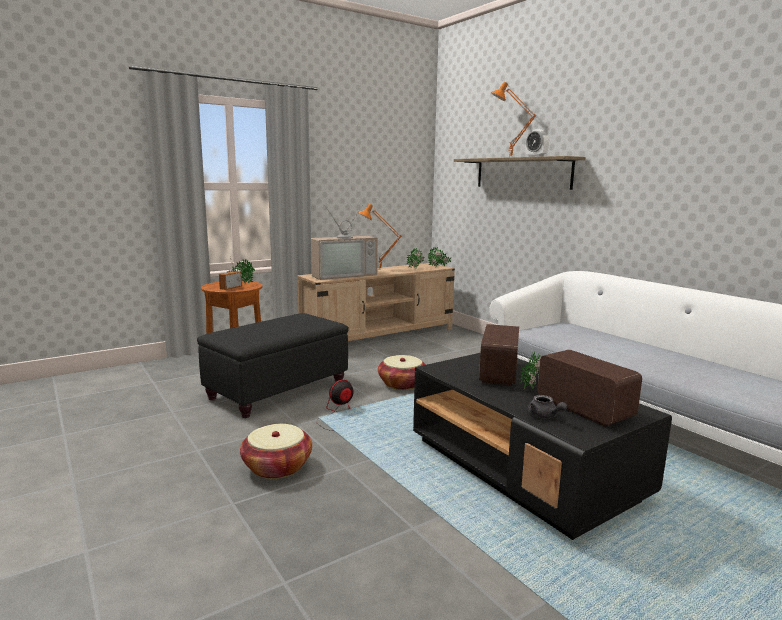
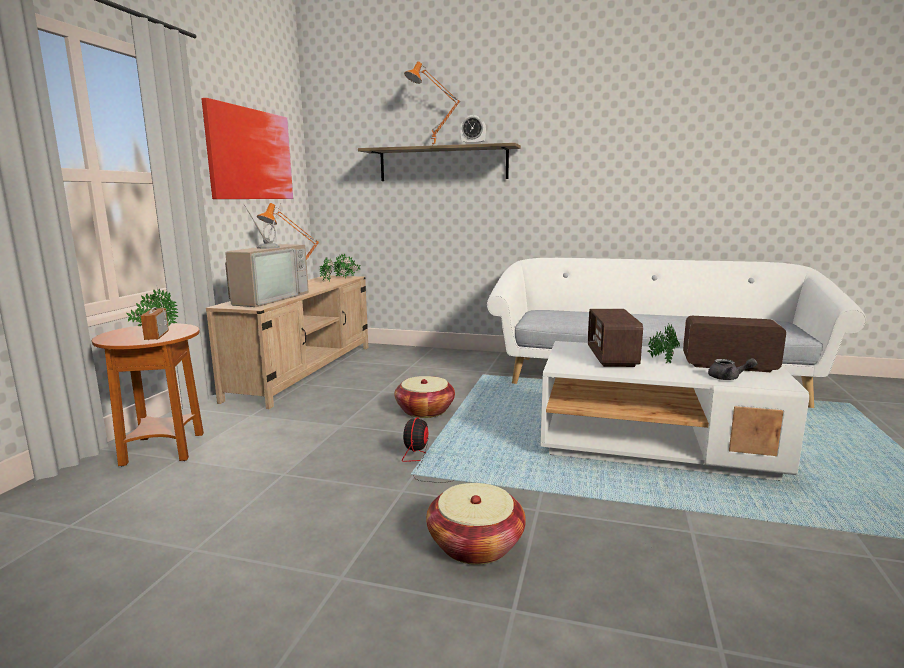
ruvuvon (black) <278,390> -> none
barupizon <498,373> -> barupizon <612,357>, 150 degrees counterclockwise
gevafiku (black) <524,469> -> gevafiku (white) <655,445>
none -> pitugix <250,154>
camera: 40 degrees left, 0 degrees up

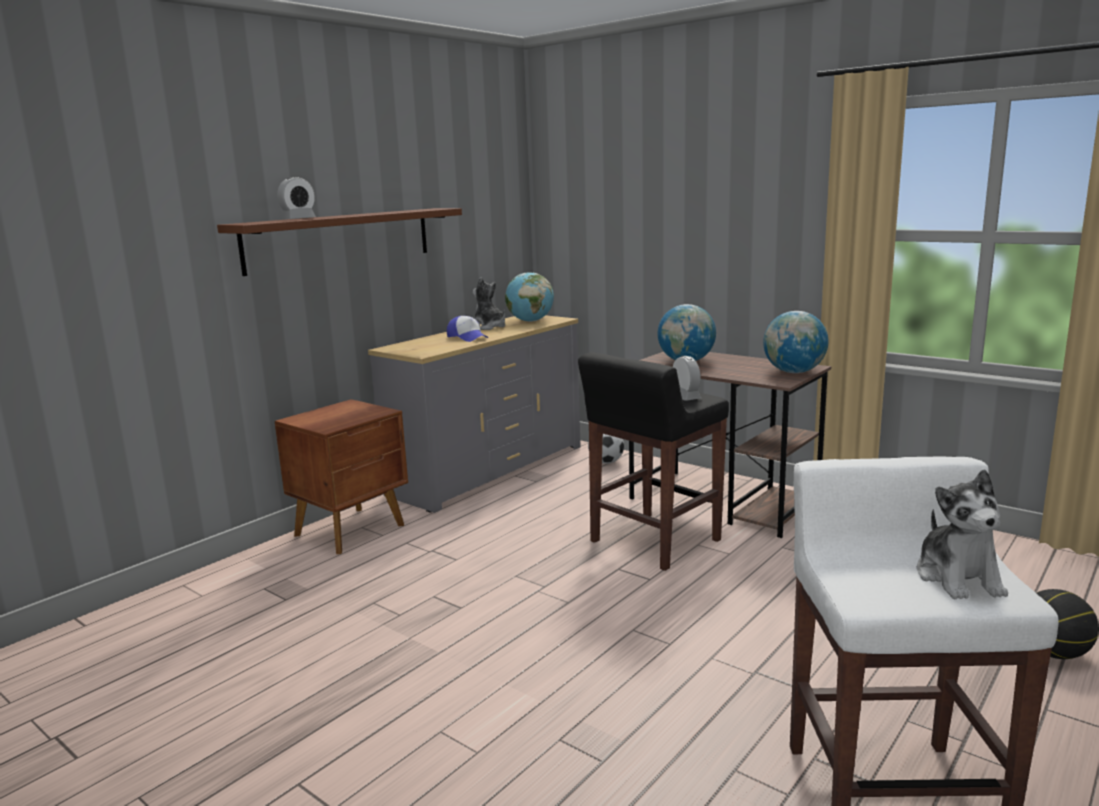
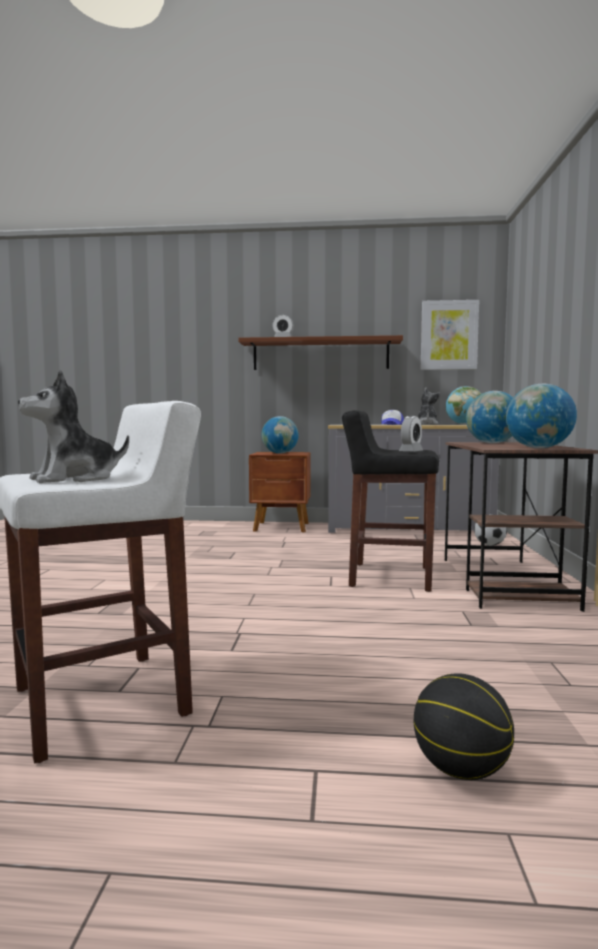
none -> pitugix <449,335>
none -> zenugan <280,453>
camera: 55 degrees right, 10 degrees down

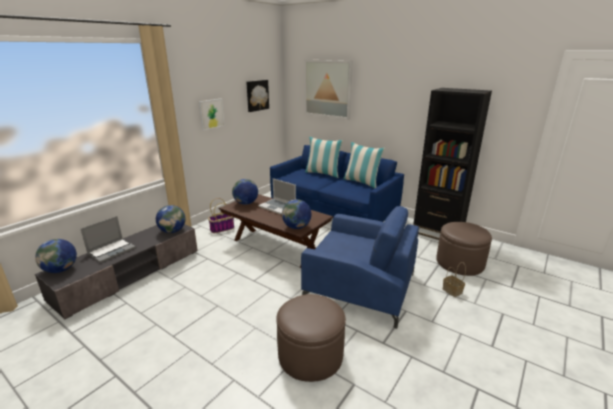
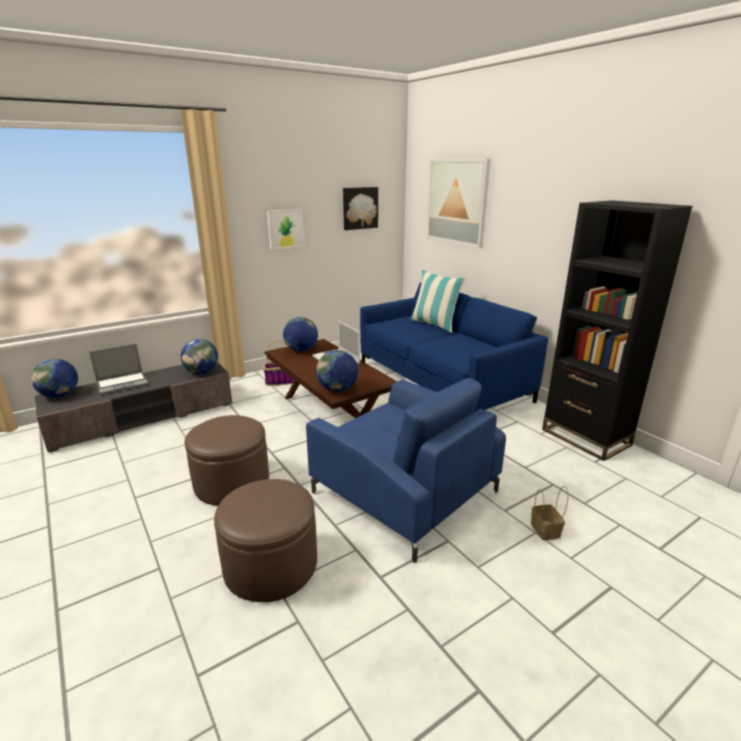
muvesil <361,182> -> none
ruvuvon (brown) <460,263> -> ruvuvon (brown) <232,482>, relocated
camera: 20 degrees right, 0 degrees up

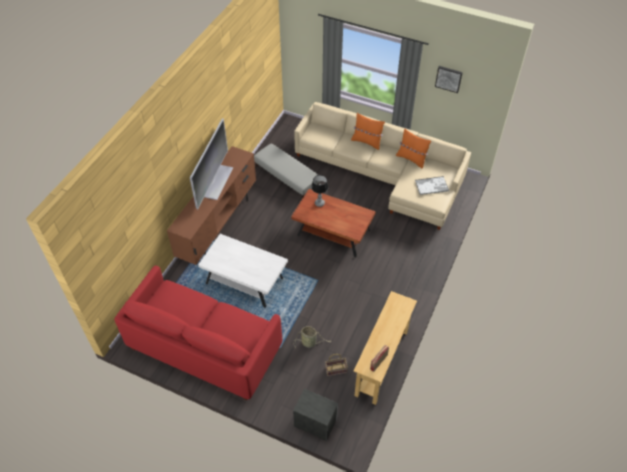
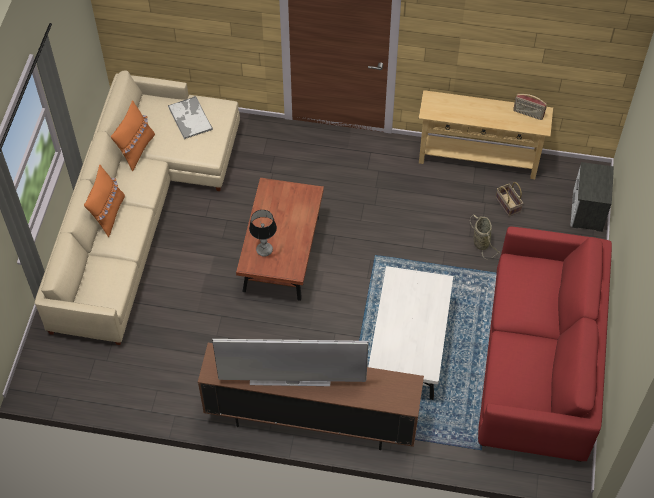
pitugix <448,78> -> none
ruvuvon (grey) <287,176> -> none
camera: 105 degrees left, 5 degrees up

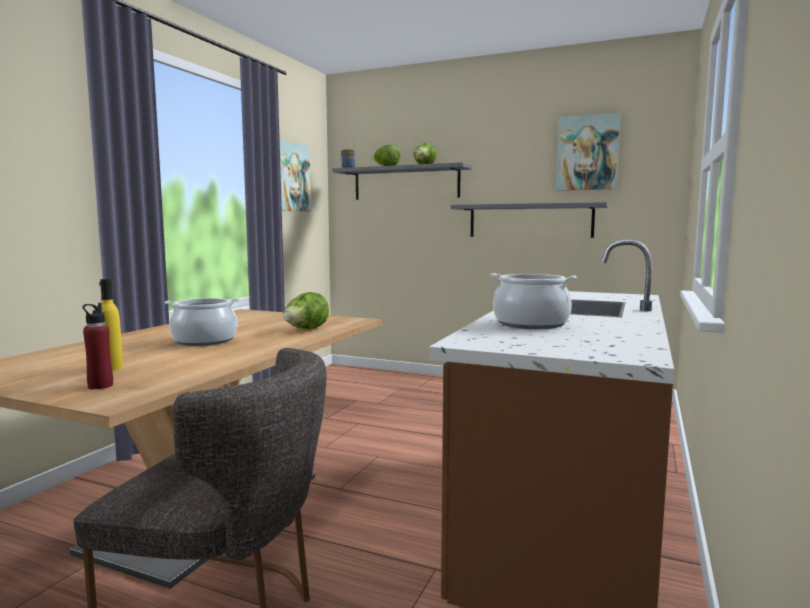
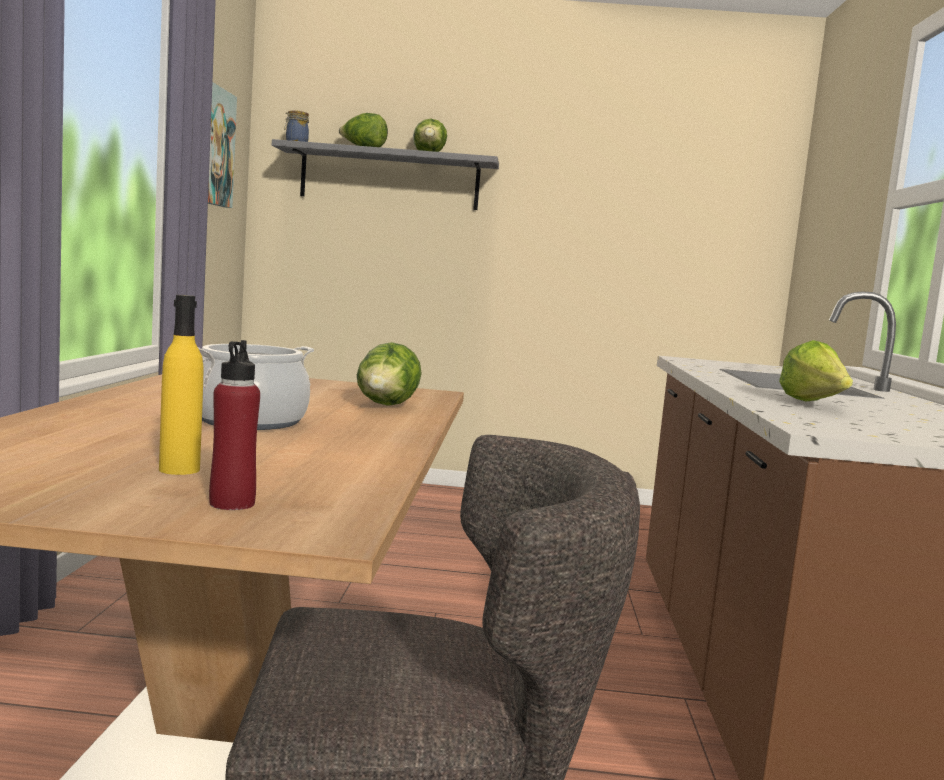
pitugix <587,153> -> none
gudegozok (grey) <530,221> -> none
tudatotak <530,324> -> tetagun <815,404>
camera: 20 degrees left, 0 degrees up

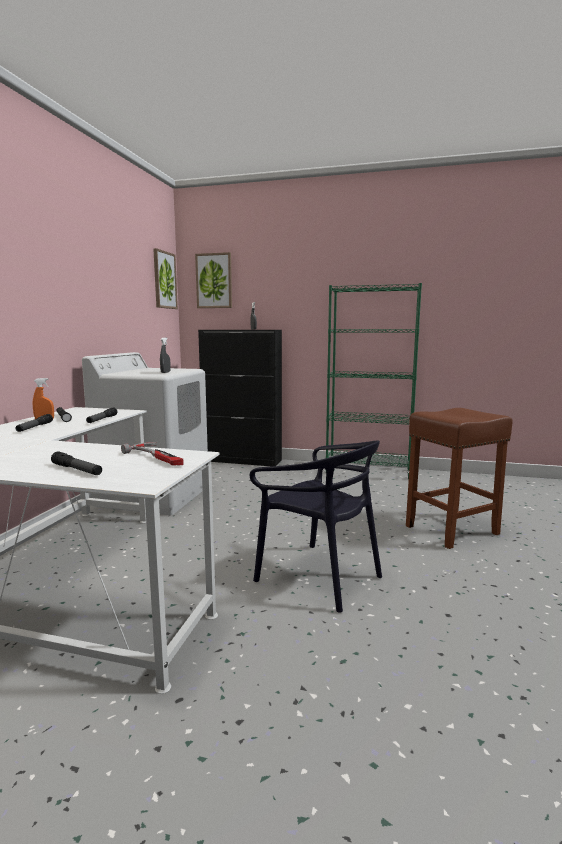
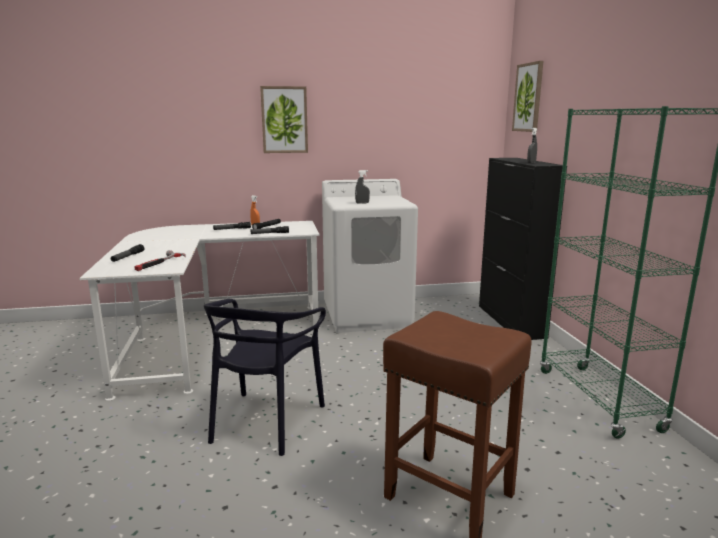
pitugix <164,280> -> pitugix <284,120>, relocated
camera: 65 degrees right, 5 degrees up

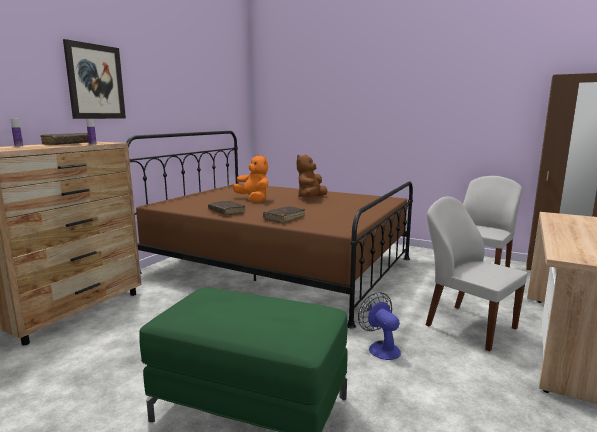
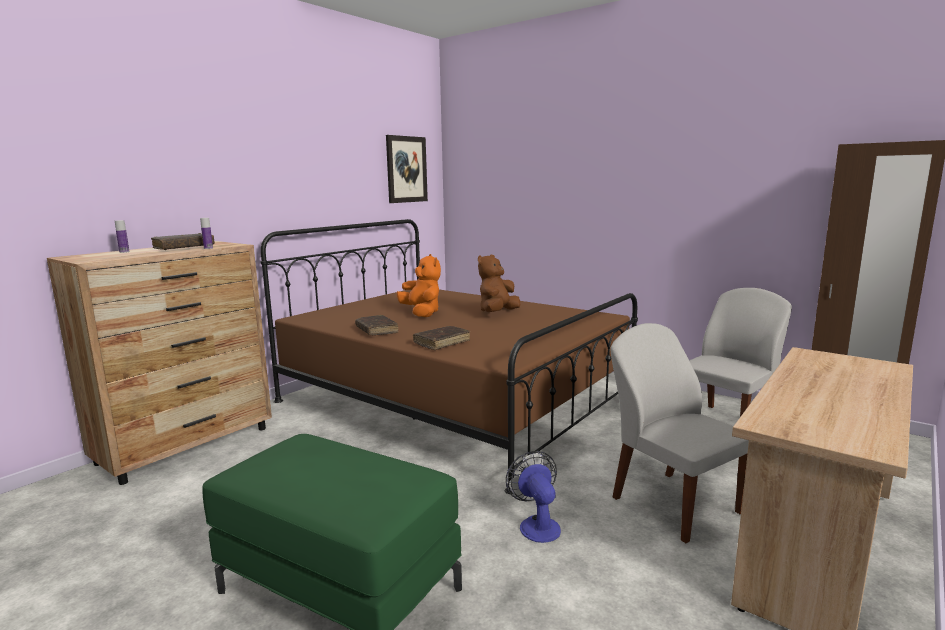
pitugix <95,82> -> pitugix <406,169>, relocated
camera: 10 degrees right, 0 degrees up

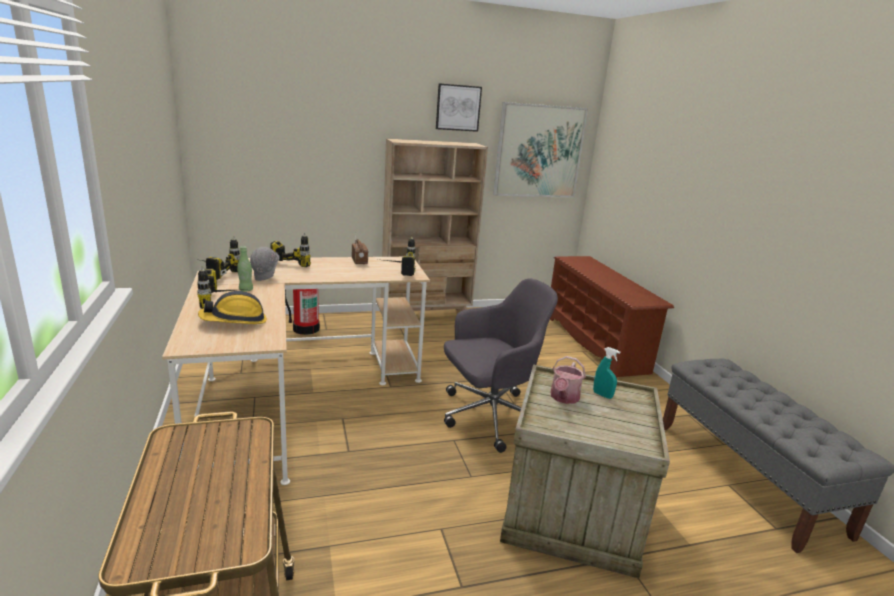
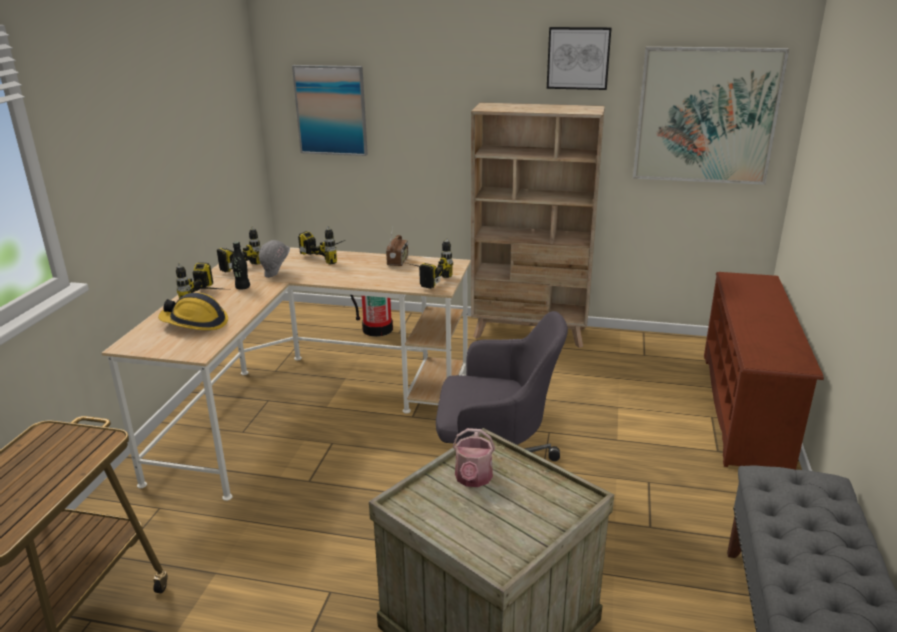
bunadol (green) <246,290> -> bunadol (black) <242,287>
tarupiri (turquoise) <602,395> -> none
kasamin <563,398> -> kasamin <473,479>, 45 degrees counterclockwise
none -> pitugix <331,110>
camera: 30 degrees right, 5 degrees up

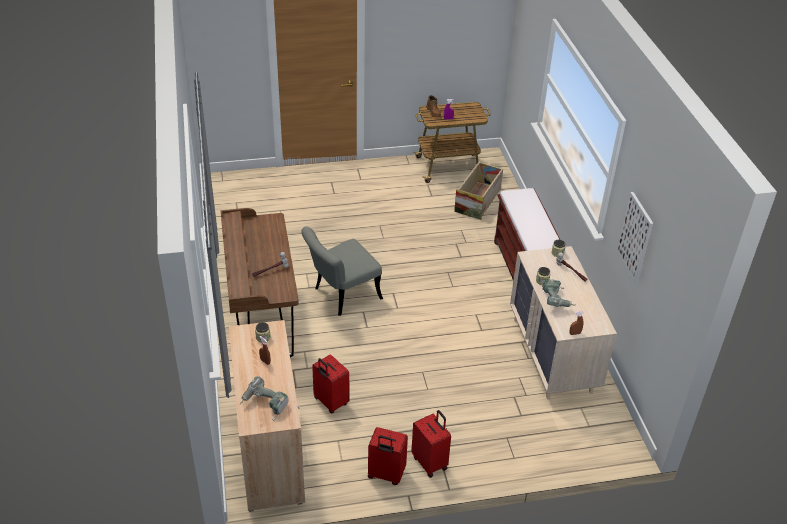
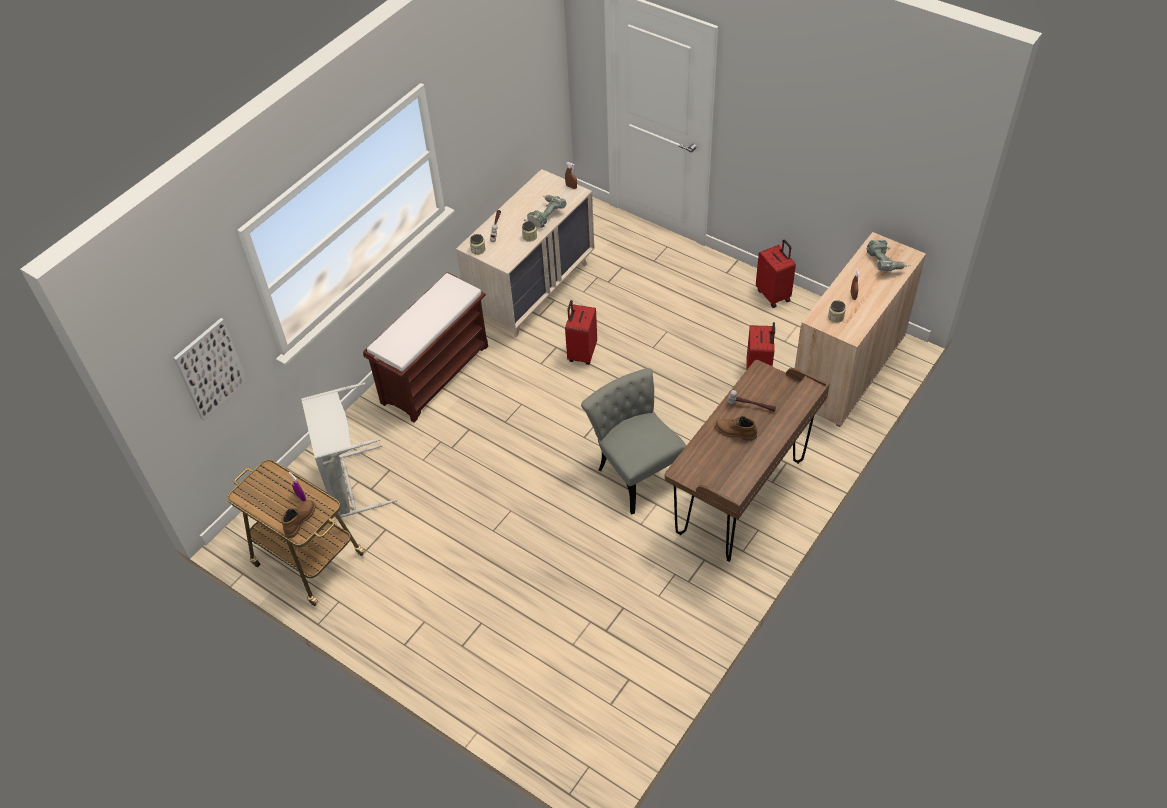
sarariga <478,200> -> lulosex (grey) <349,484>
pitugix <635,237> -> pitugix <210,369>, relocated
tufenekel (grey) <341,296> -> tufenekel (grey) <635,470>, 135 degrees counterclockwise
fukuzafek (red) <430,462> -> fukuzafek (red) <581,353>, relocated
none -> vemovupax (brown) <735,432>
camera: 130 degrees left, 10 degrees up

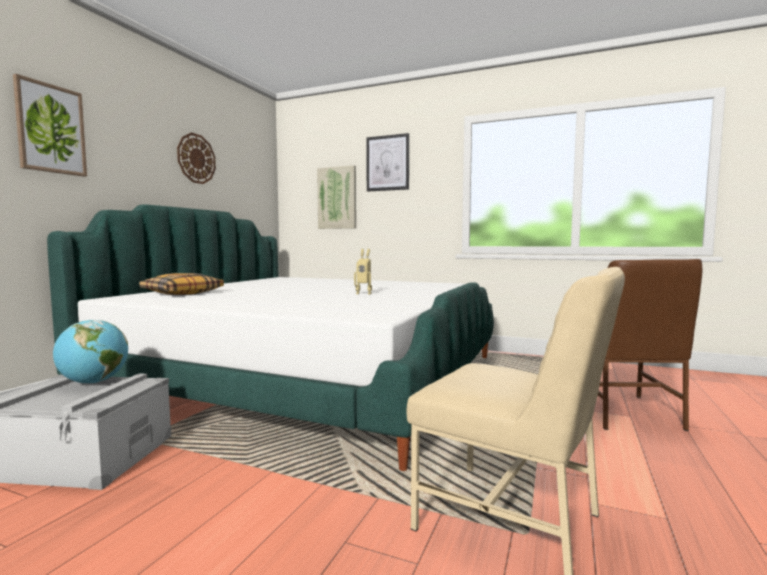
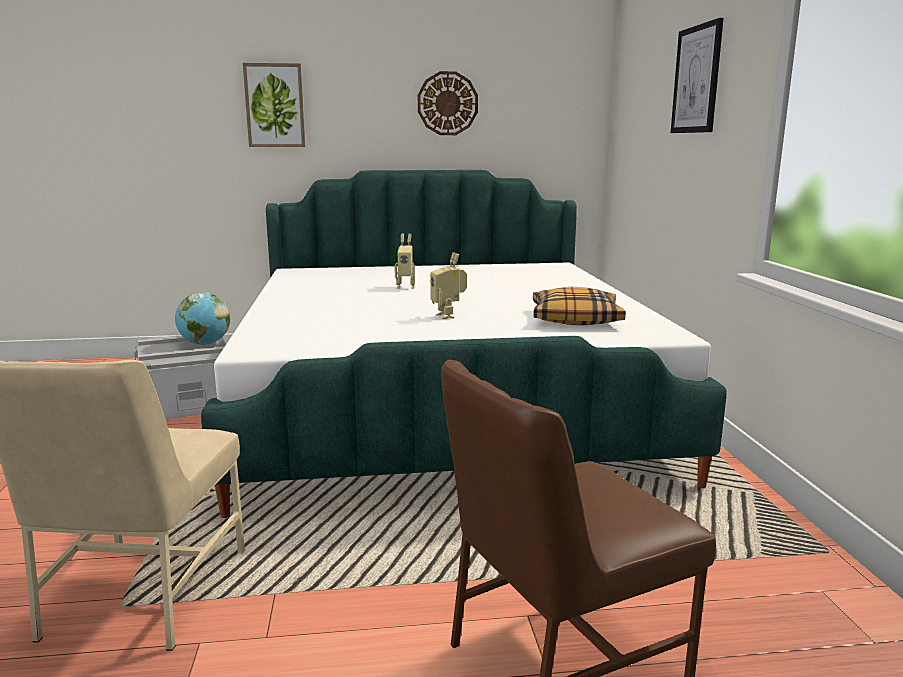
pitugix <337,198> -> none
muvesil <182,293> -> muvesil <575,318>, relocated
none -> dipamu <406,287>
camera: 60 degrees right, 10 degrees up

